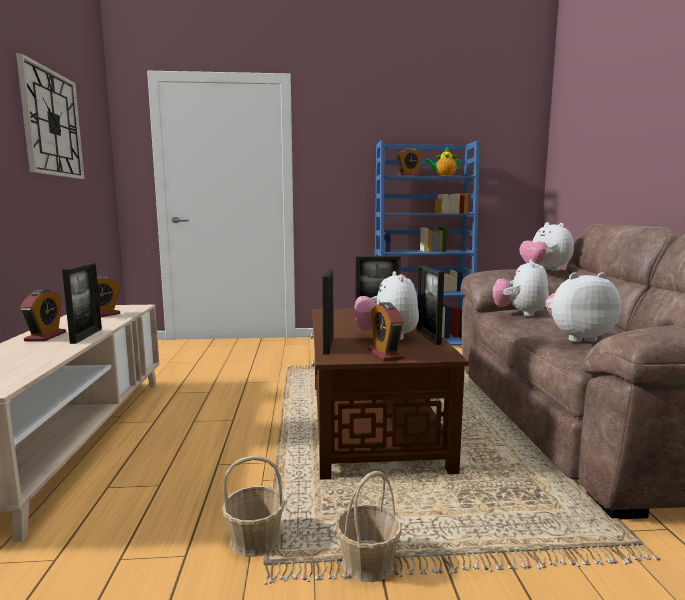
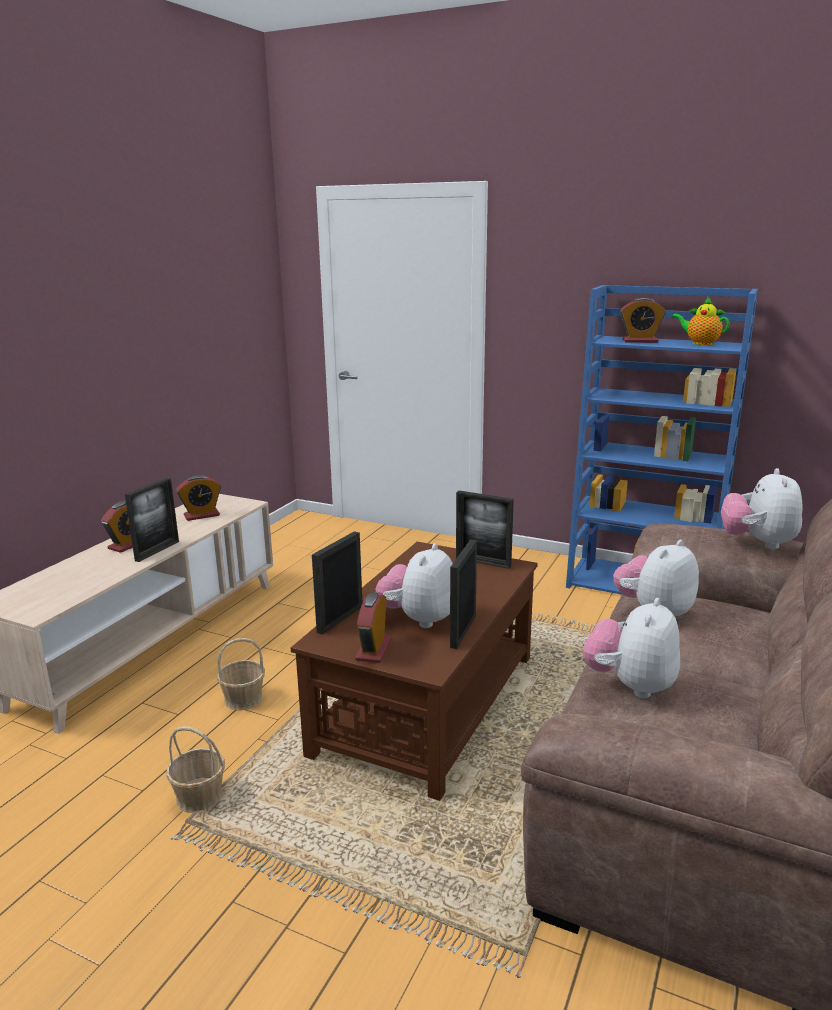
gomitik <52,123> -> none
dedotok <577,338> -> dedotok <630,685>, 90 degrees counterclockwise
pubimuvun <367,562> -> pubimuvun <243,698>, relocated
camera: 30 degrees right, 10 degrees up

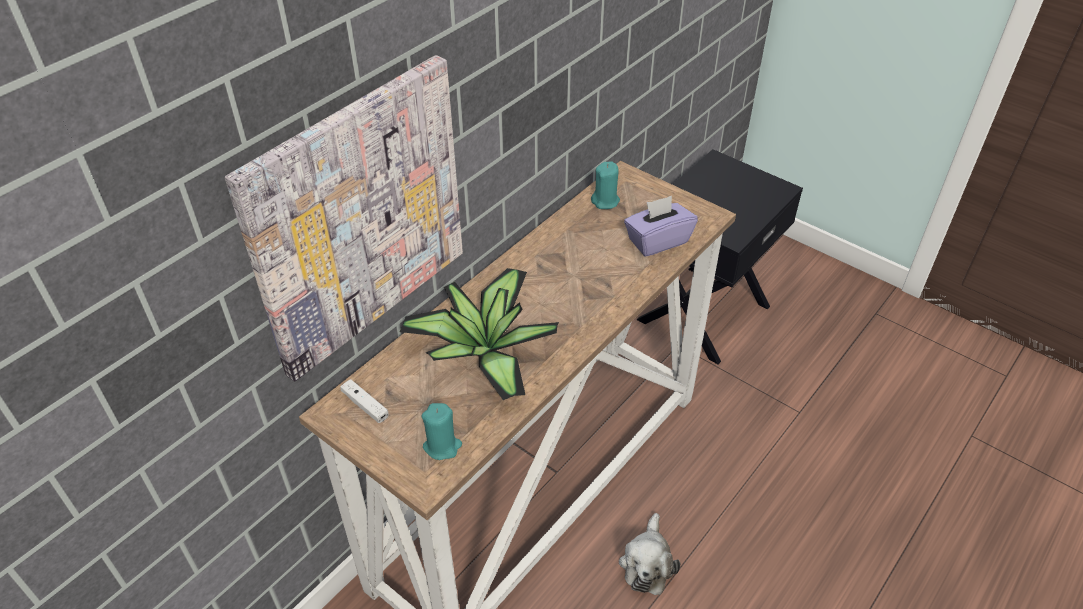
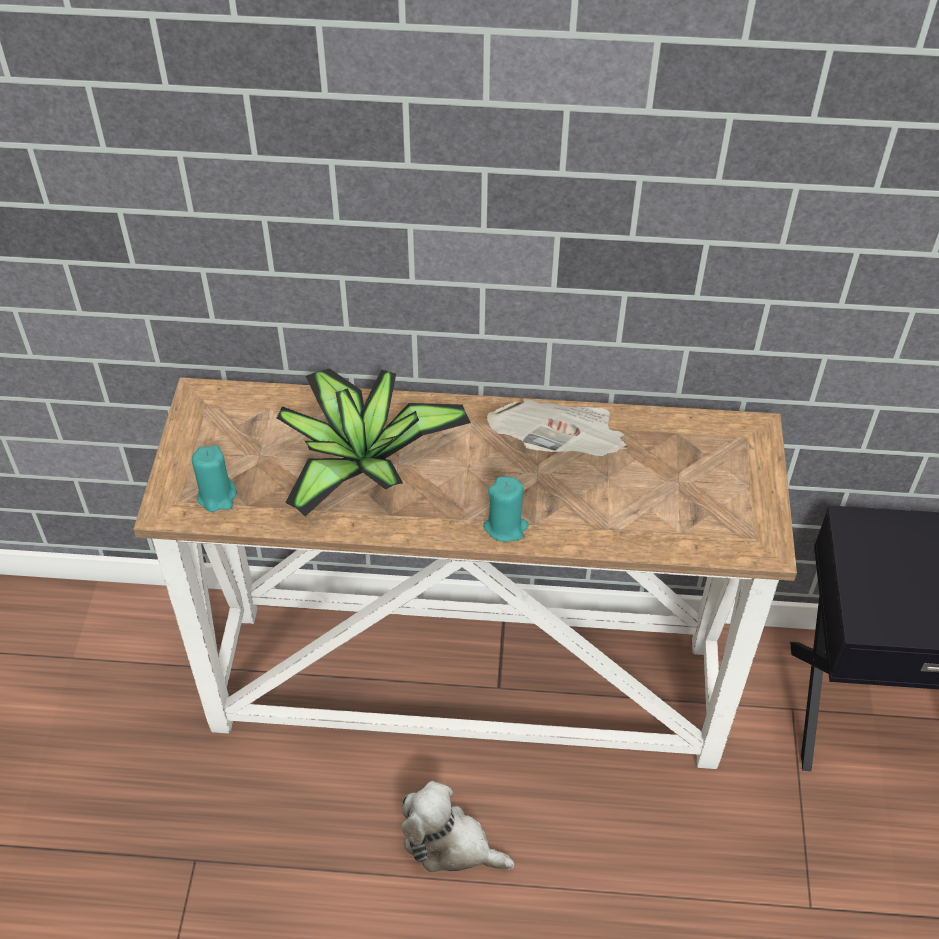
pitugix <358,218> -> none
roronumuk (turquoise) <605,201> -> roronumuk (turquoise) <505,527>, relocated
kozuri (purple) <657,241> -> none
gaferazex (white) <365,405> -> none
dedotok <647,563> -> dedotok <450,844>, 45 degrees clockwise
none -> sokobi <560,451>
camera: 55 degrees right, 5 degrees up

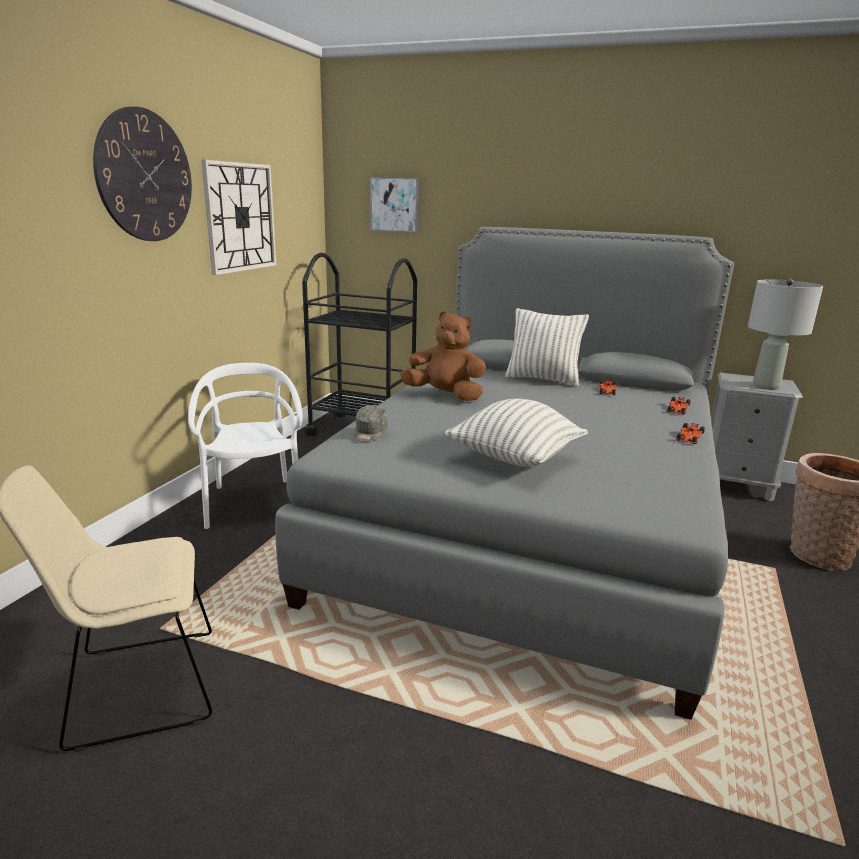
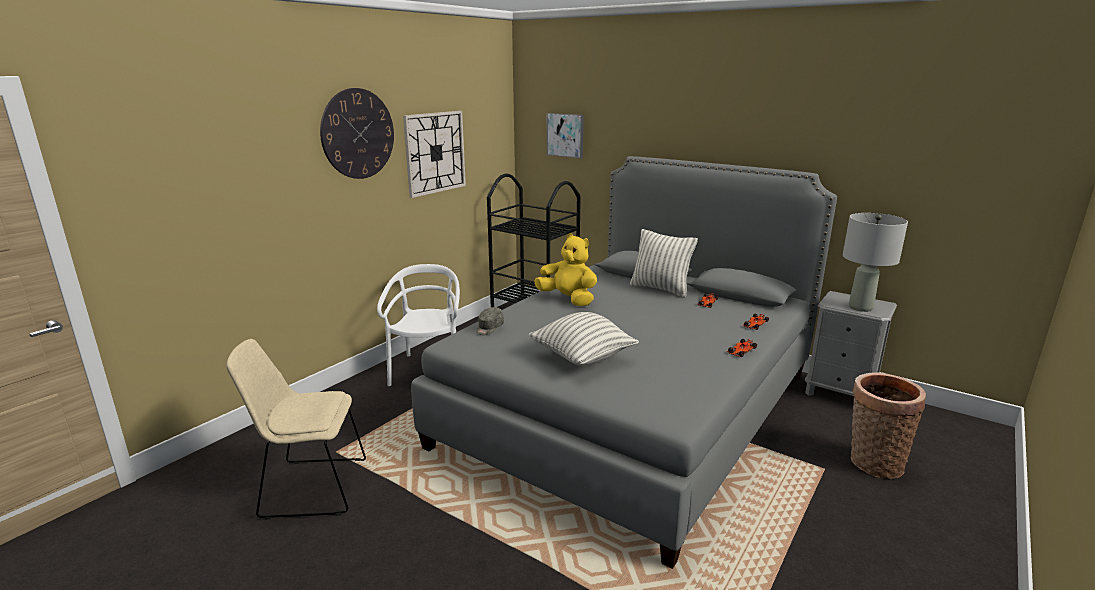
dedotok (brown) <445,395> -> dedotok (yellow) <568,299>
camera: 15 degrees right, 0 degrees up

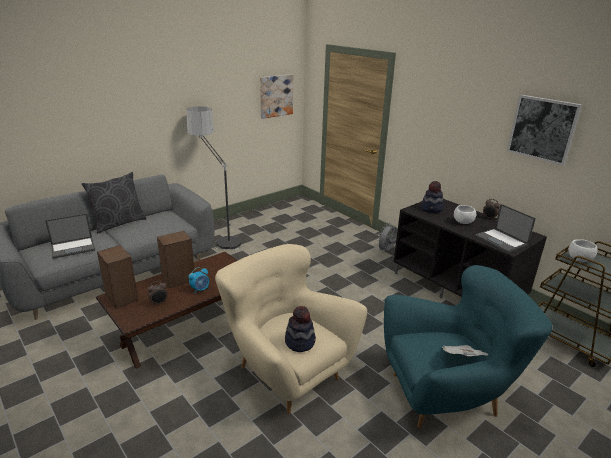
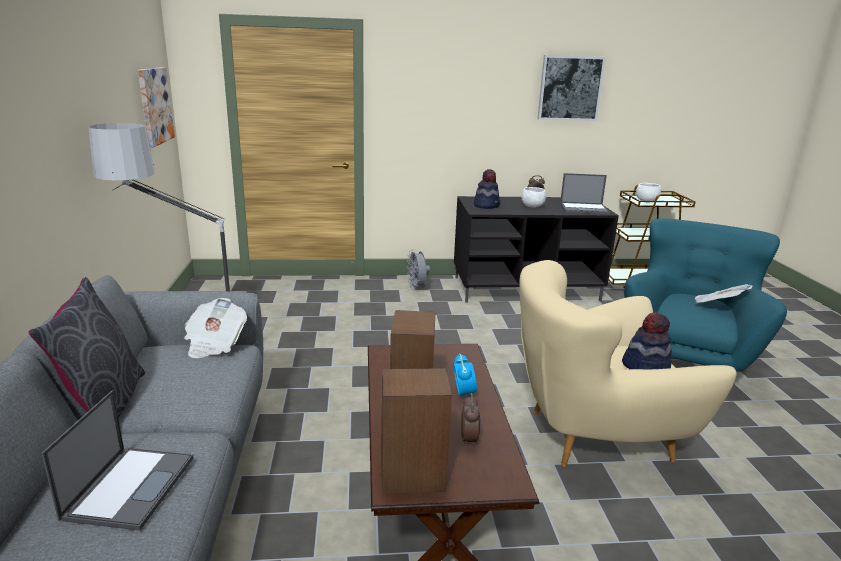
none -> sokobi <214,343>
camera: 55 degrees left, 5 degrees down

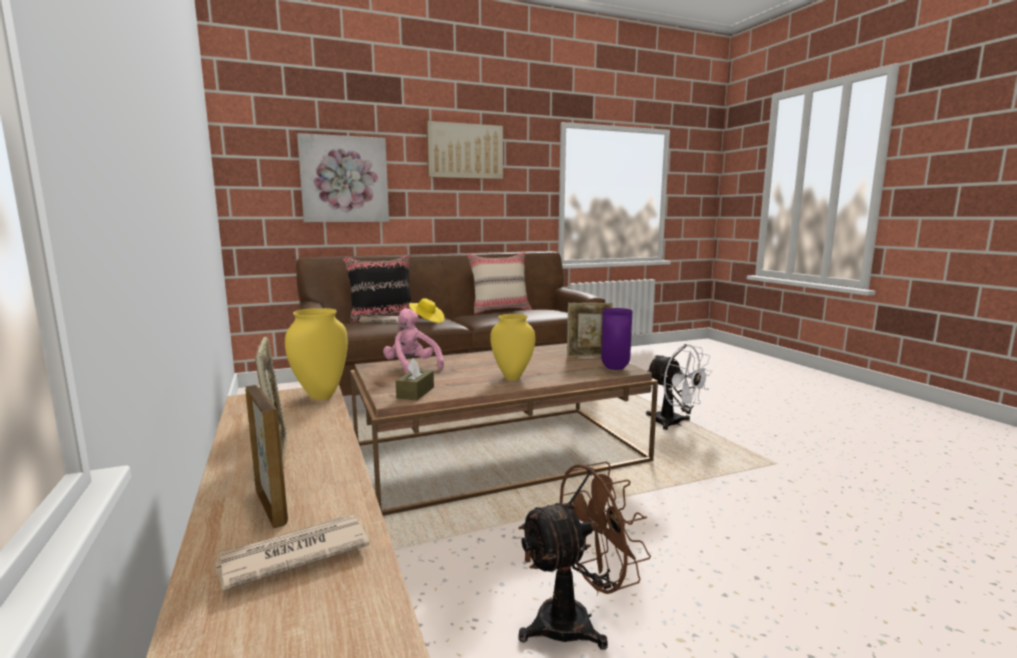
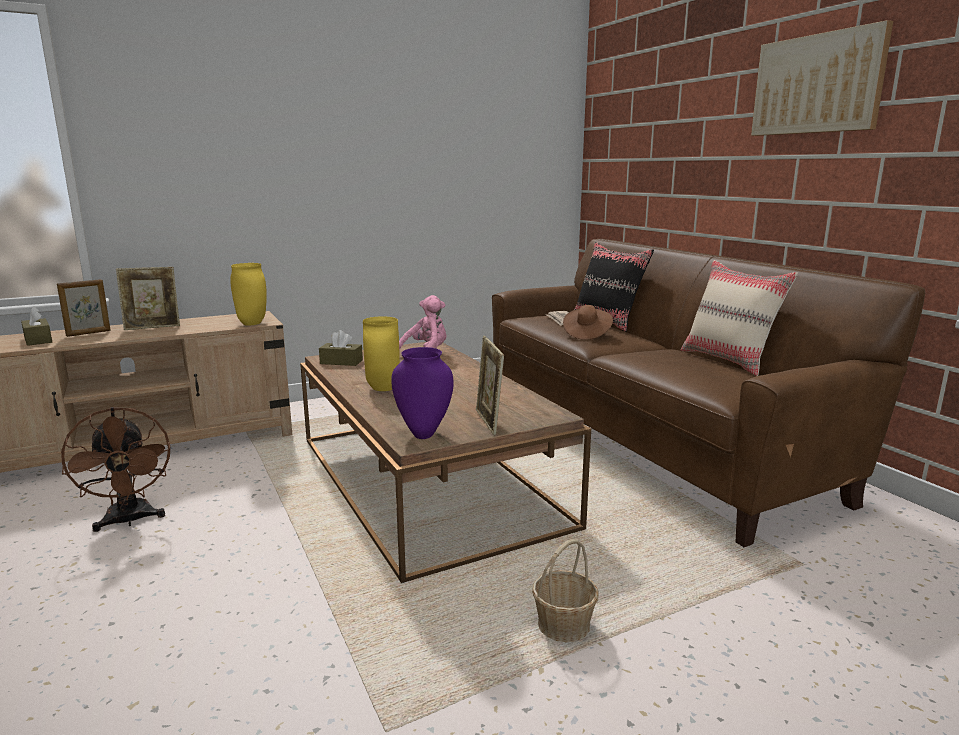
pitugix <344,179> -> none
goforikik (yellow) <426,321> -> goforikik (brown) <586,334>
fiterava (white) <673,424> -> pubimuvun <564,625>
sokobi <292,555> -> kozuri (brown) <38,340>
camera: 85 degrees right, 5 degrees up

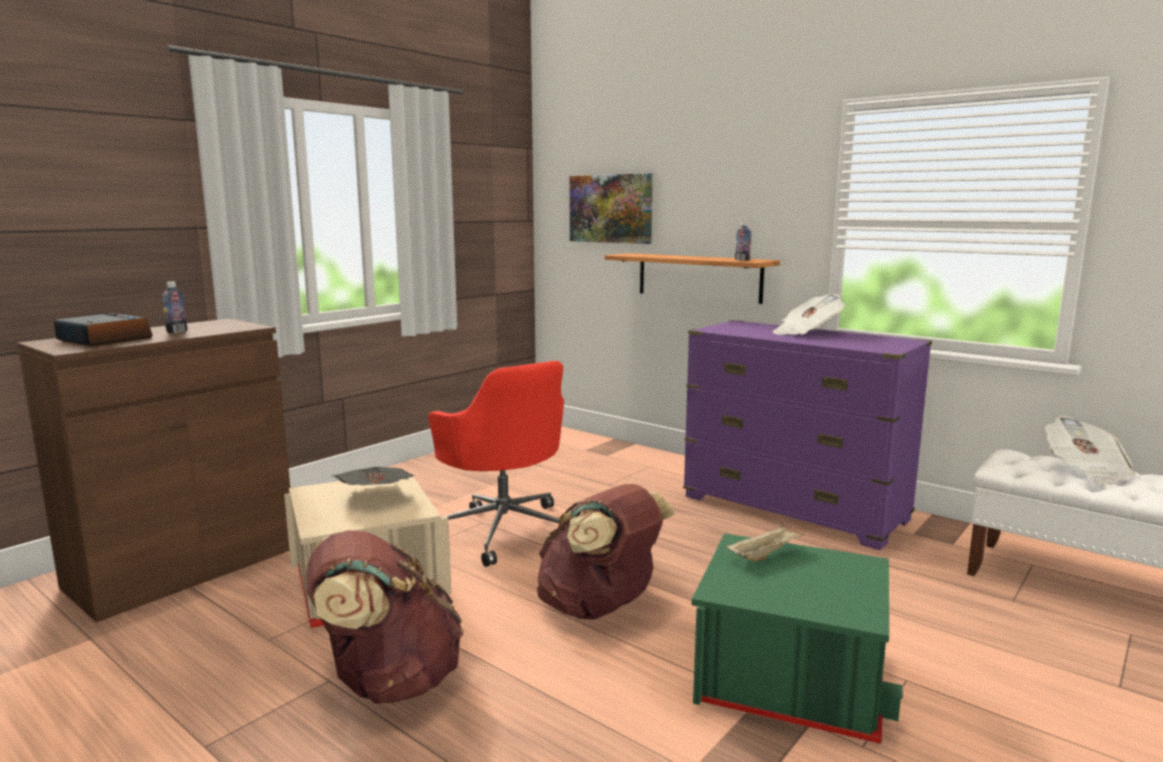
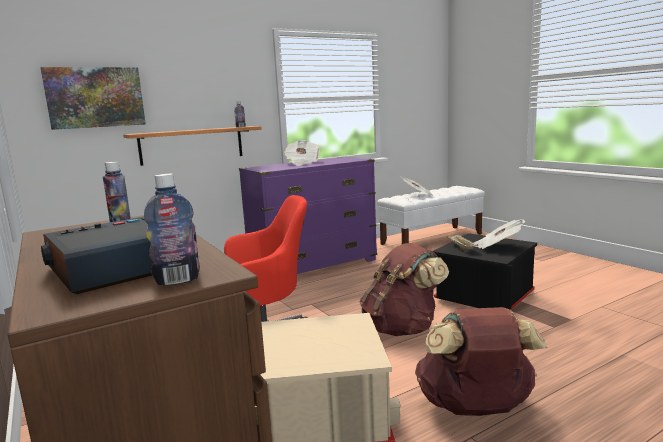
sokobi <376,497> -> sokobi <497,247>, relocated
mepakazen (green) <790,679> -> mepakazen (black) <483,297>
none -> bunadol <177,280>
camera: 70 degrees left, 0 degrees up

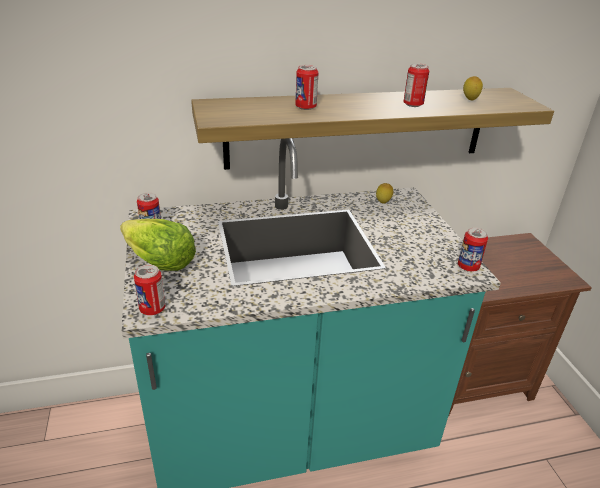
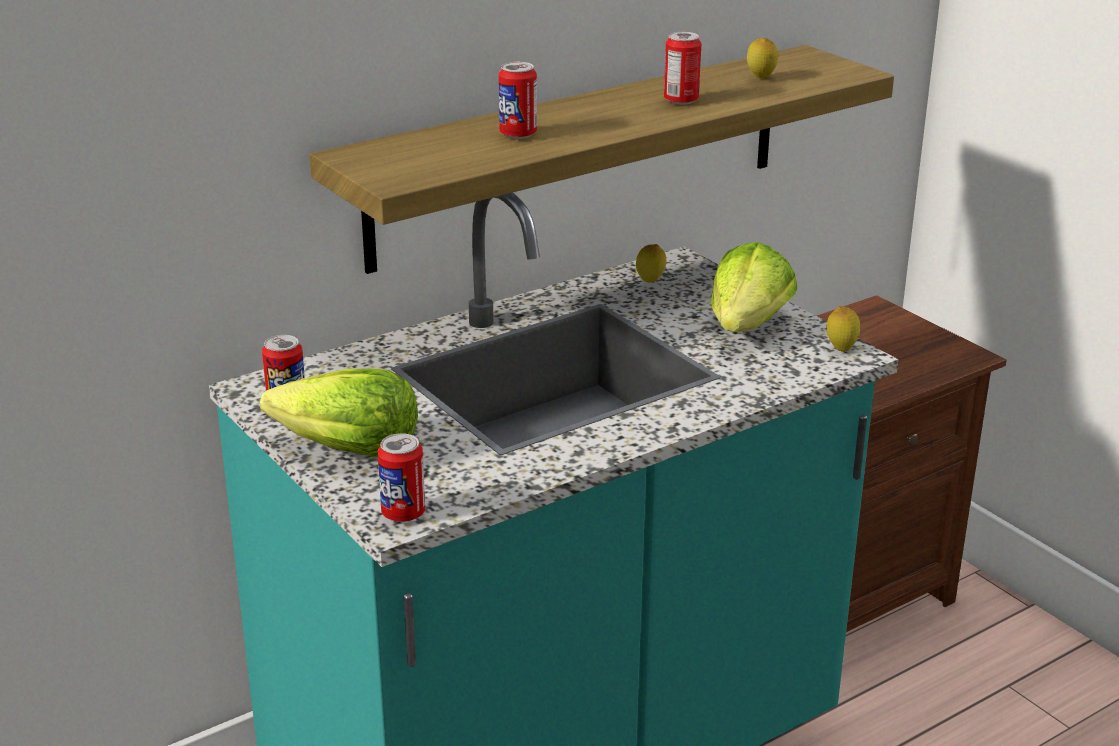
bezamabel <468,267> -> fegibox <841,348>
none -> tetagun <748,326>
camera: 20 degrees left, 5 degrees down

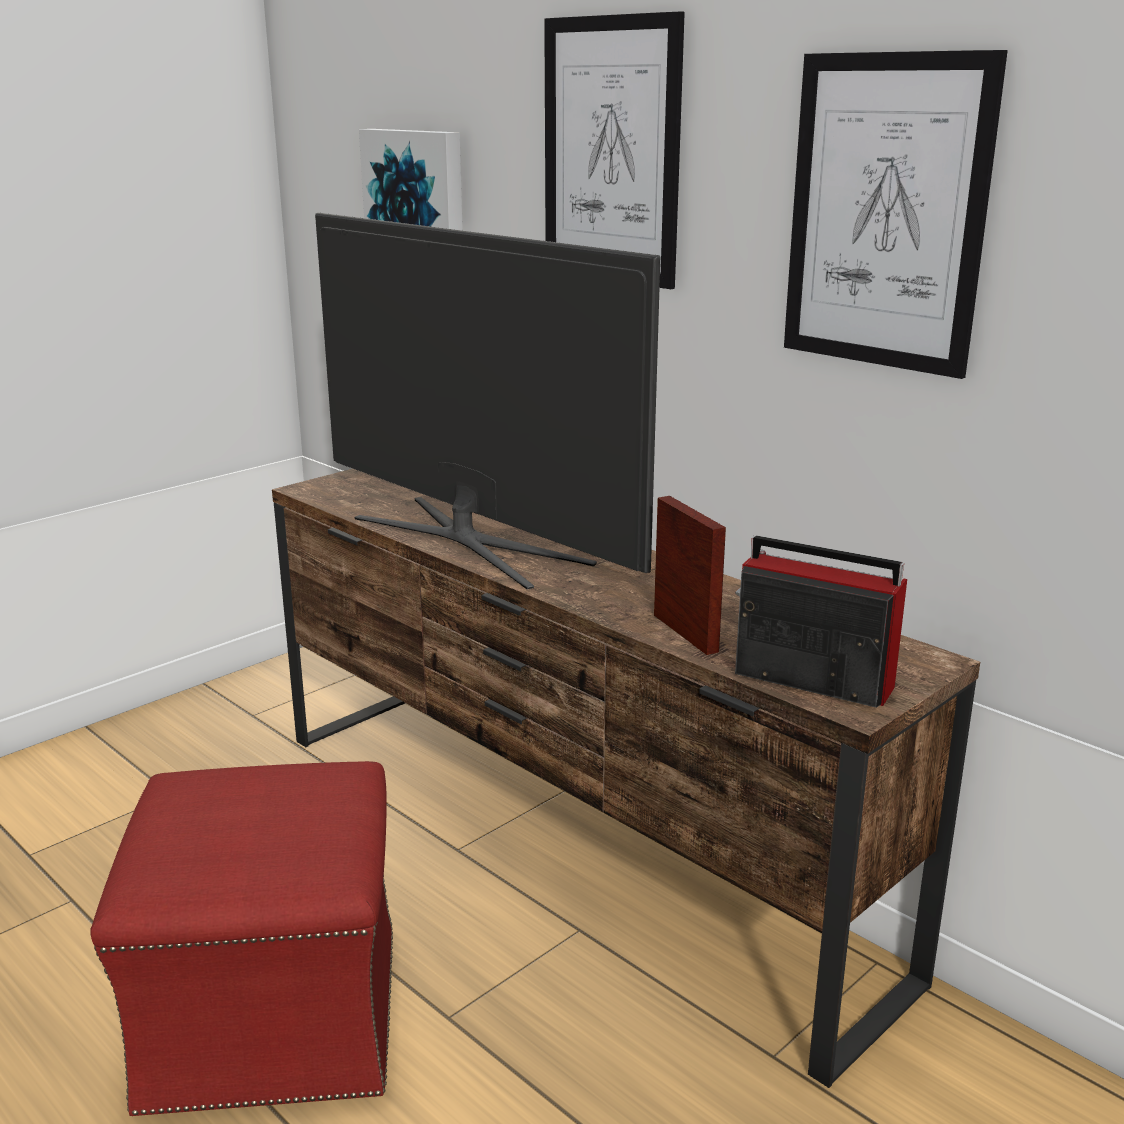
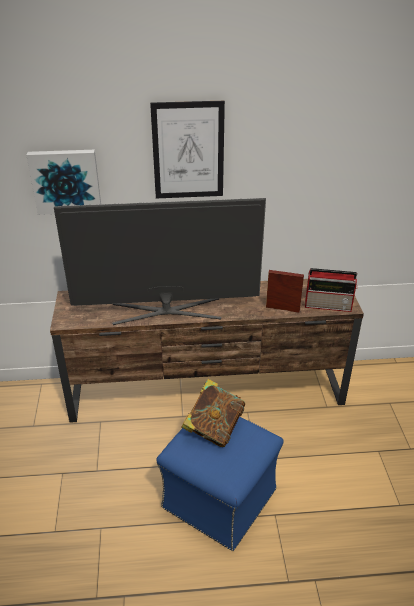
pitugix <886,213> -> none
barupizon <809,679> -> barupizon <329,305>, 150 degrees counterclockwise
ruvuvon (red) <273,1020> -> ruvuvon (blue) <220,499>
none -> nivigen <213,428>
camera: 50 degrees left, 15 degrees up

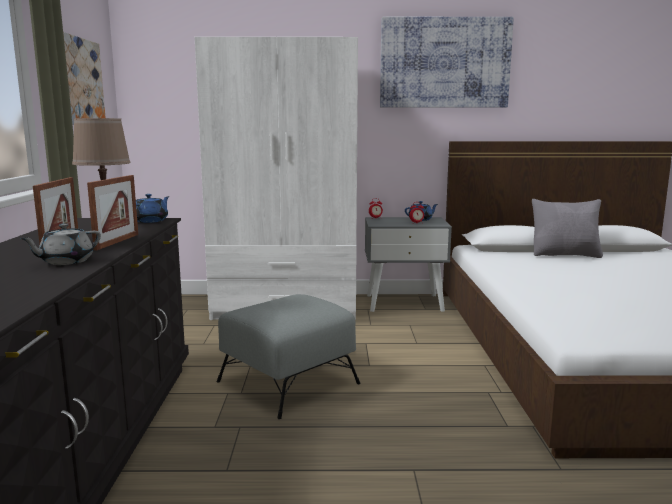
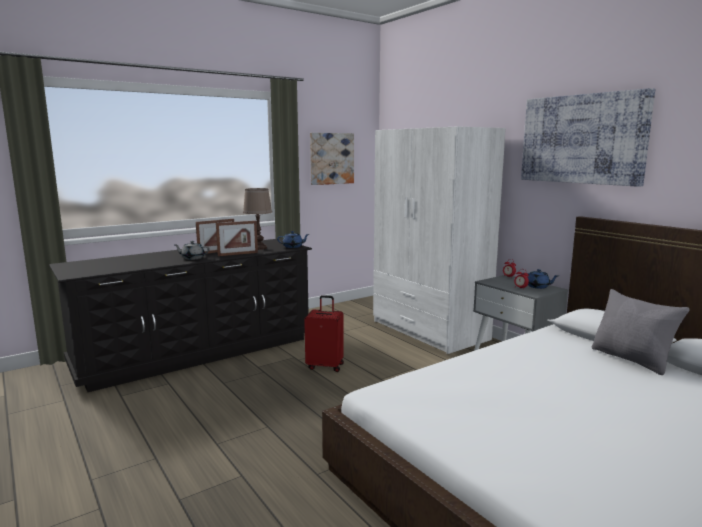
ruvuvon (grey) <289,382> -> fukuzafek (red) <325,366>
camera: 55 degrees right, 0 degrees up

